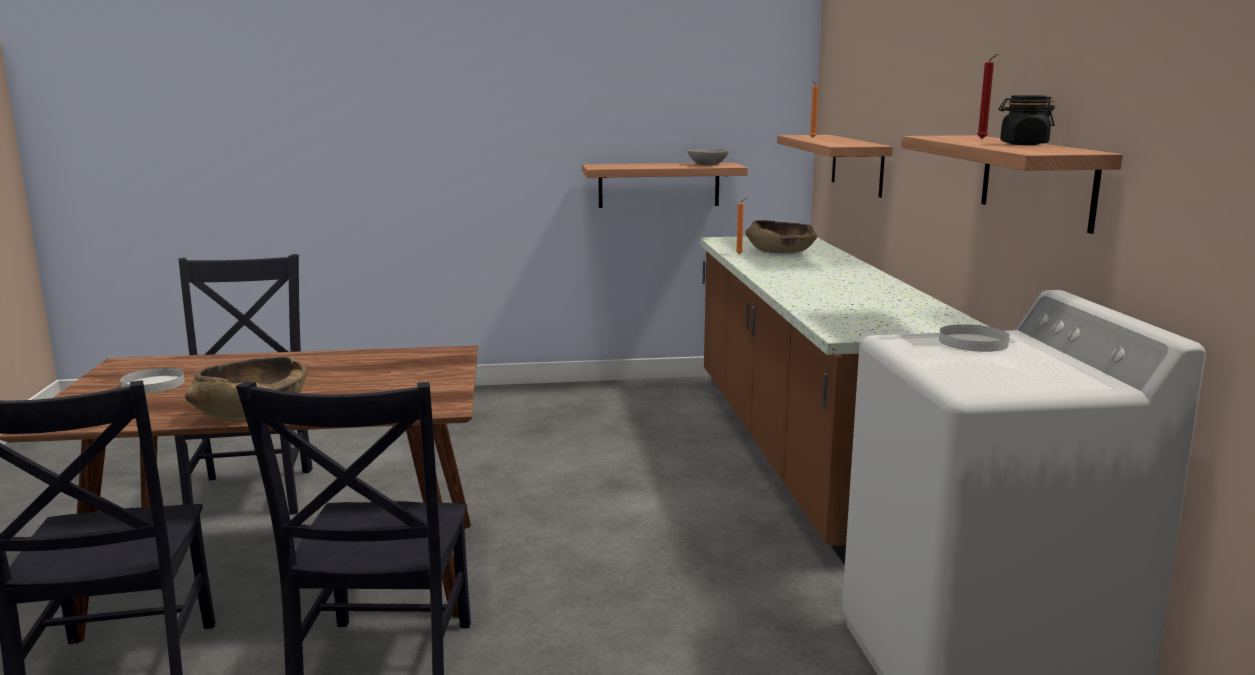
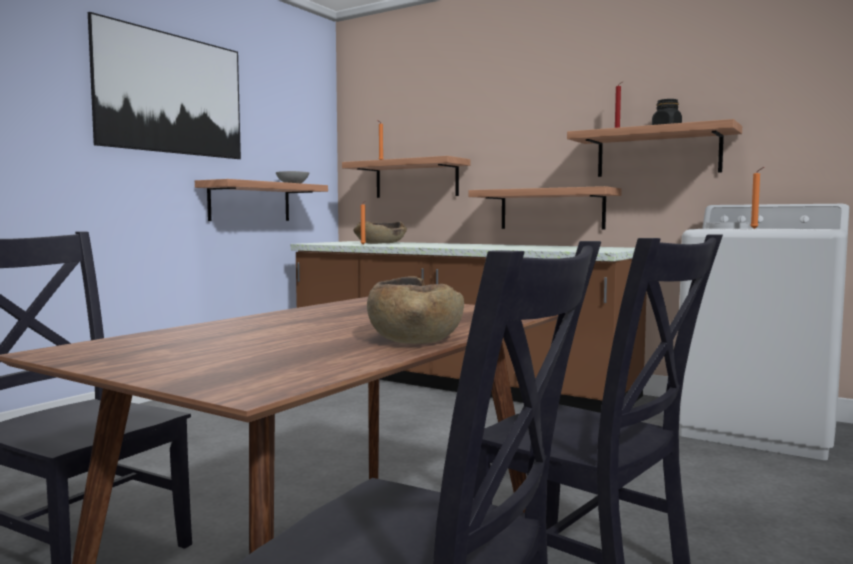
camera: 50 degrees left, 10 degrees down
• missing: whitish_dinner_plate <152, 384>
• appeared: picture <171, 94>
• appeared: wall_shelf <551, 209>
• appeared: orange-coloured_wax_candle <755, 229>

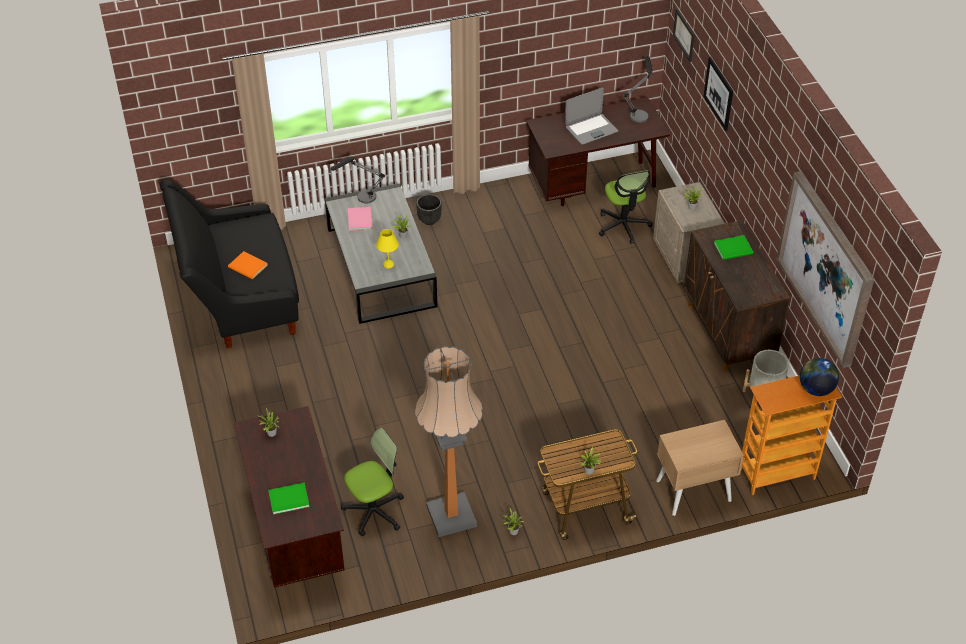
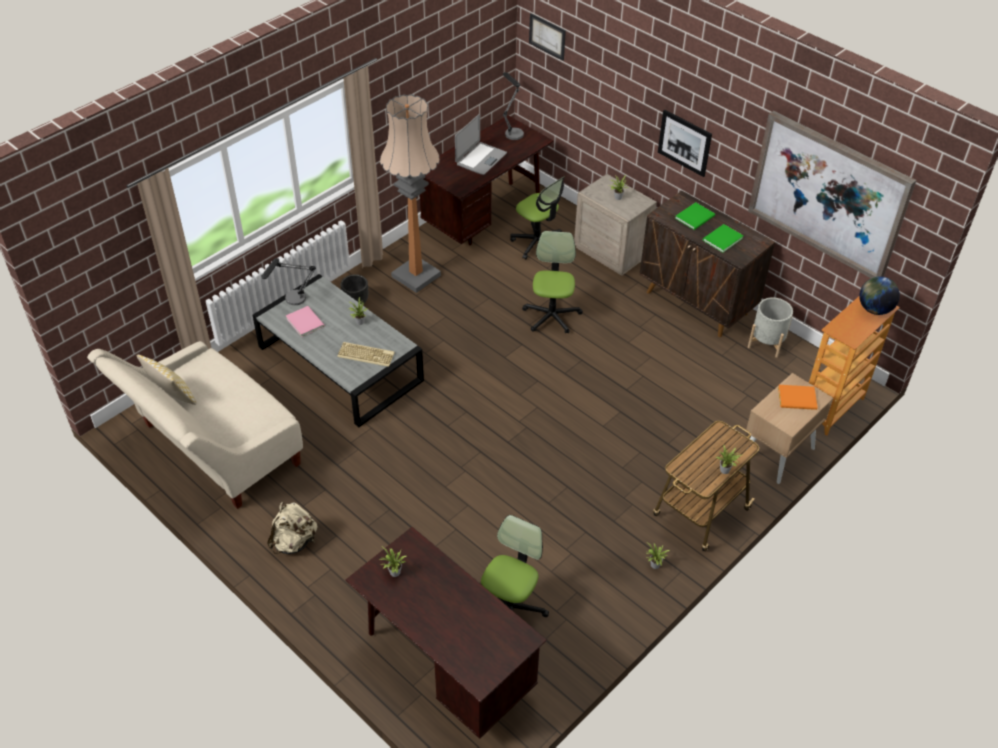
camera: 30 degrees left, 0 degrees up
• appeared: throw_pillow <172, 397>
• appeared: sand-coloured_knapsack <294, 542>
• appeared: desk_chair <551, 316>
• relocated: orange-coloured_volume <248, 267> to <798, 399>
• relocated: green-coloured_volume <287, 498> to <721, 239>
• relocated: standing_lamp <451, 516> to <416, 276>
• relocated: picture <718, 93> to <684, 142>
• exchanged: yellow_lamp_for_a_table <389, 264> to computer_keyboard <366, 354>
• colour: blackish_sofa <239, 297> to sand-coloured_sofa <213, 450>

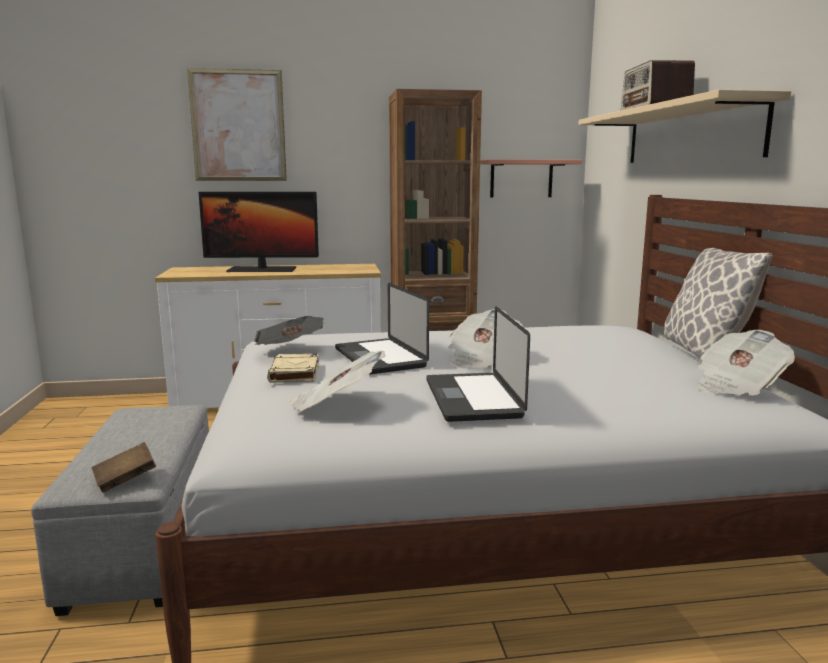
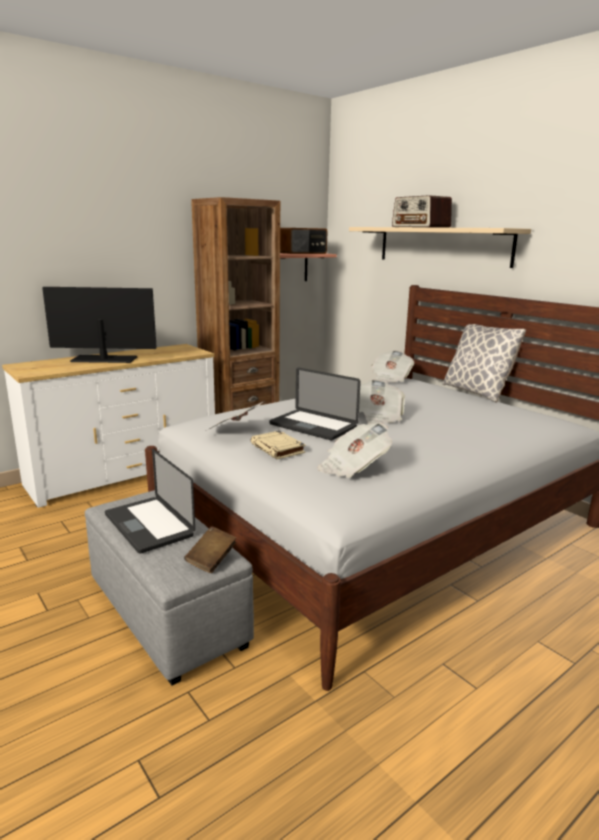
camera: 30 degrees left, 5 degrees up
• missing: picture <238, 126>
• appeared: radio_set <302, 253>
• relocated: notebook_computer <472, 398> to <149, 525>
• relocated: printed_paper <737, 386> to <390, 378>
• spun: computer_screen <262, 269> = <104, 359> 150 degrees counterclockwise

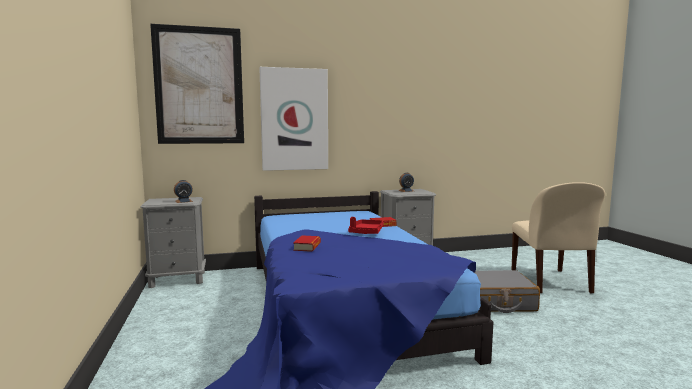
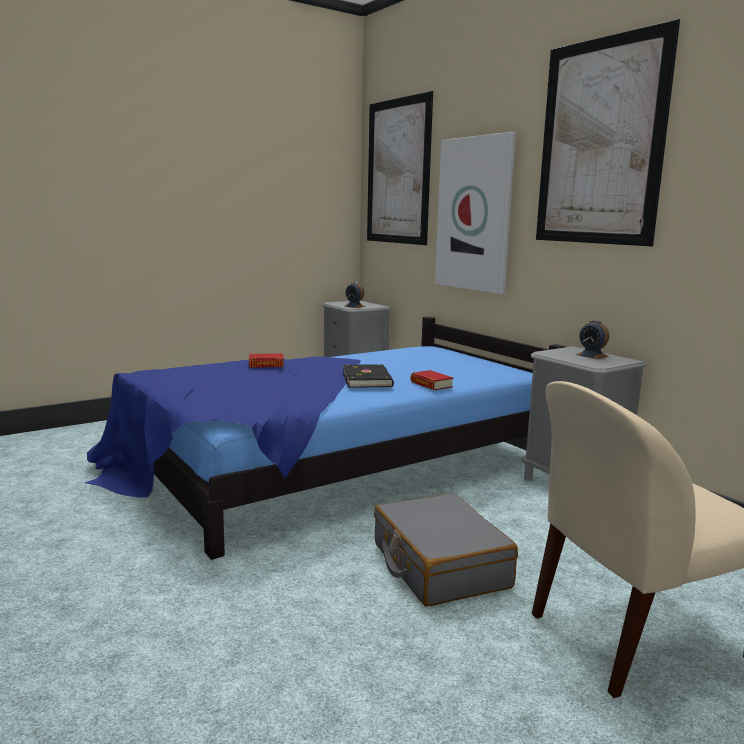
camera: 70 degrees right, 5 degrees up
• appeared: picture <600, 142>
• exchanged: red_carrying_tray <366, 232> to blackish_volume <368, 379>

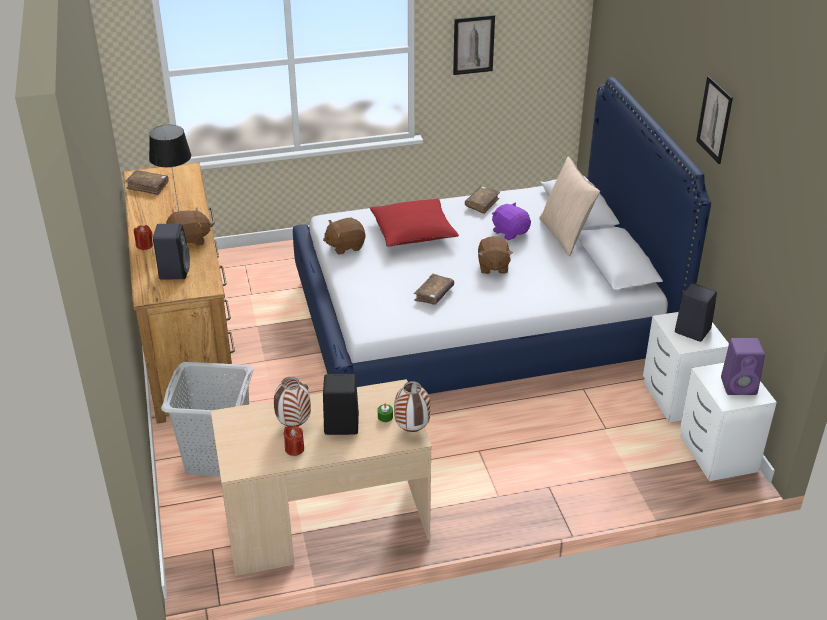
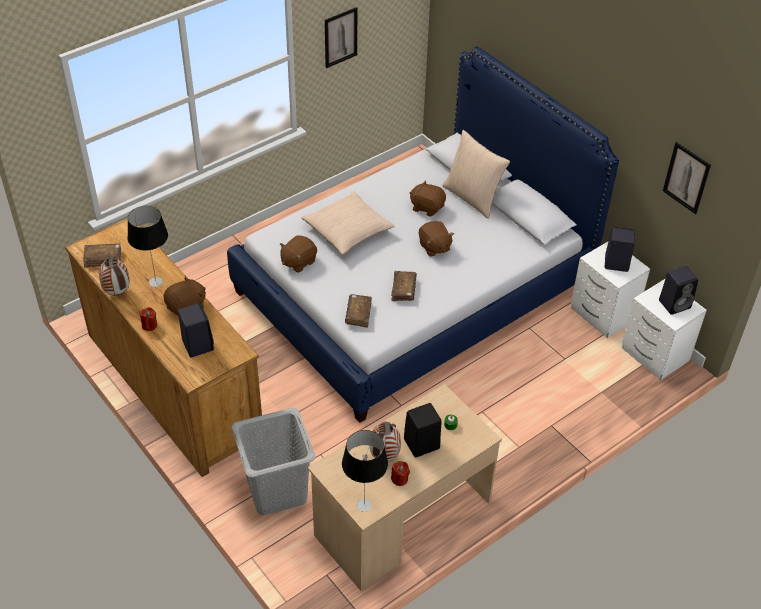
camera: 25 degrees left, 10 degrees up
• appeared: lamp_for_a_table <364, 505>
• relocated: vase <411, 429> to <117, 293>
• relocated: brown-coloured_volume <482, 203> to <358, 314>
• relocated: picture <714, 119> to <686, 178>
• colour: red_throw_pillow <413, 232> to sand-coloured_throw_pillow <348, 230>
• colour: purple_plush_toy <510, 232> to brown-coloured_plush_toy <427, 207>
• colour: purple_audio_speaker <739, 386> to blackish_audio_speaker <675, 304>

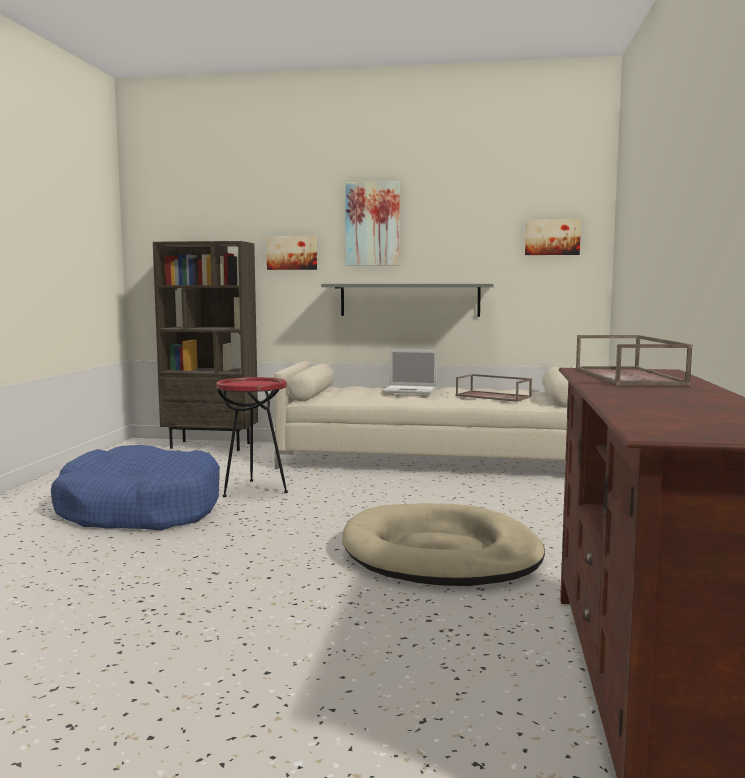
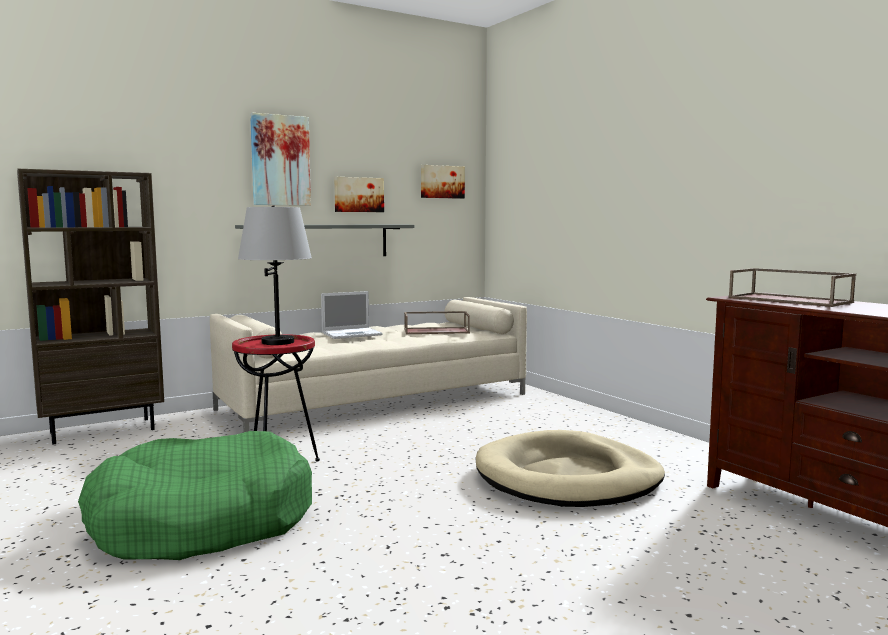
camera: 40 degrees left, 0 degrees up
• appeared: gray_lamp_for_a_table <277, 342>
• relocated: picture <292, 253> to <358, 194>
• colour: bluish_pet_bed <139, 510> to green-coloured_pet_bed <202, 521>

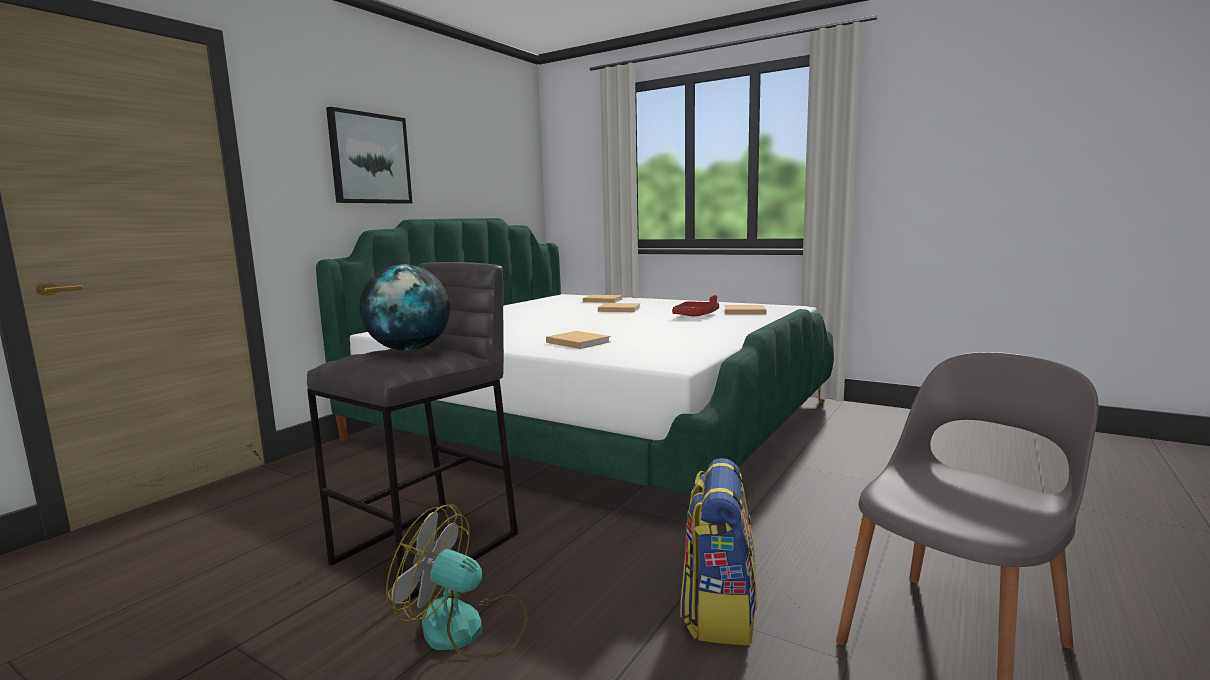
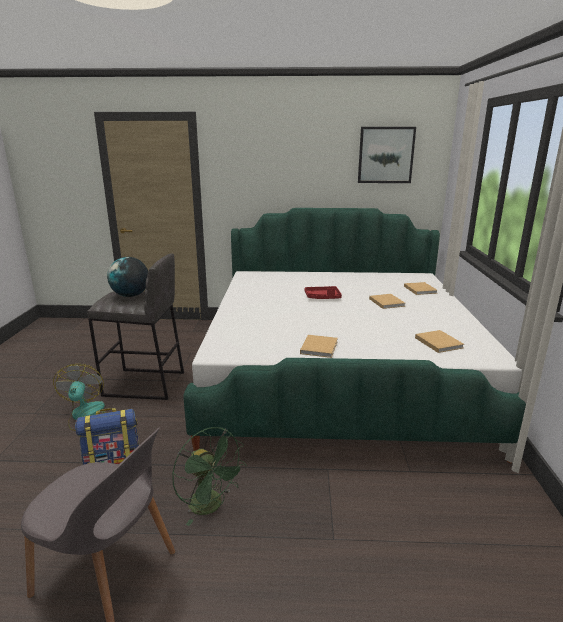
camera: 60 degrees right, 10 degrees up
• appeared: green-coloured_electric_fan <211, 506>
• relocated: picture <370, 158> to <385, 155>
• relocated: sand-coloured_volume <576, 342> to <319, 347>
• relocated: red_carrying_tray <696, 315> to <322, 297>

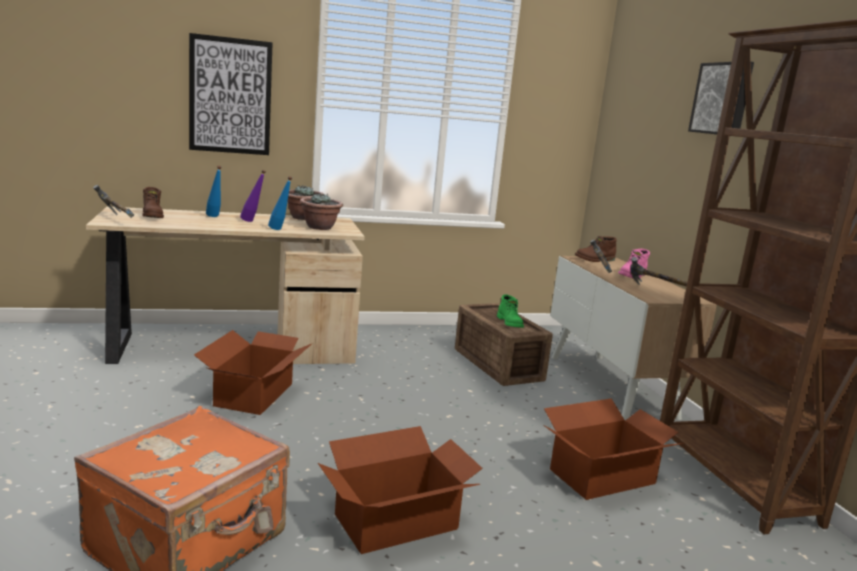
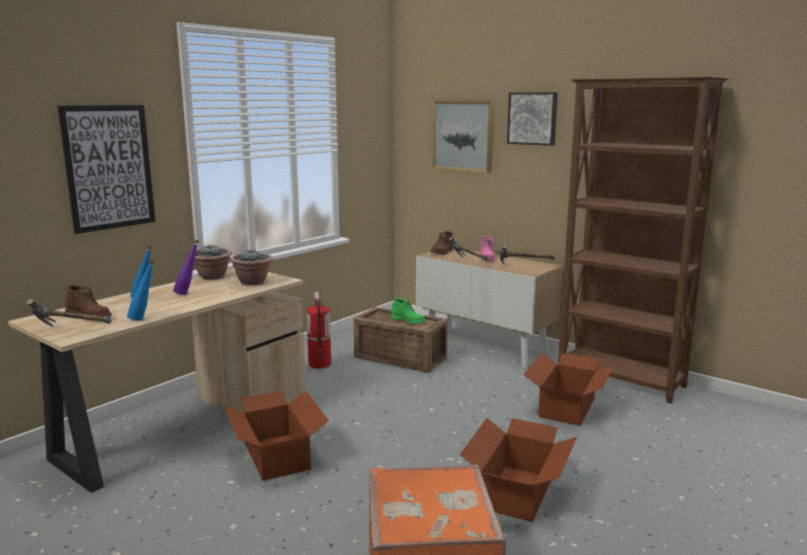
camera: 35 degrees left, 0 degrees up
• appeared: extinguisher <319, 364>
• appeared: picture <463, 136>
• relocated: bluish_bottle <279, 230> to <144, 319>

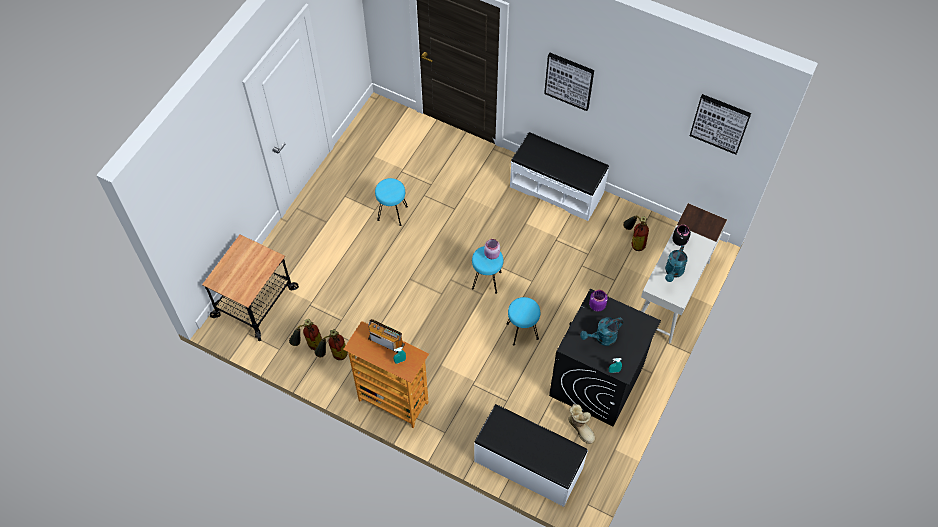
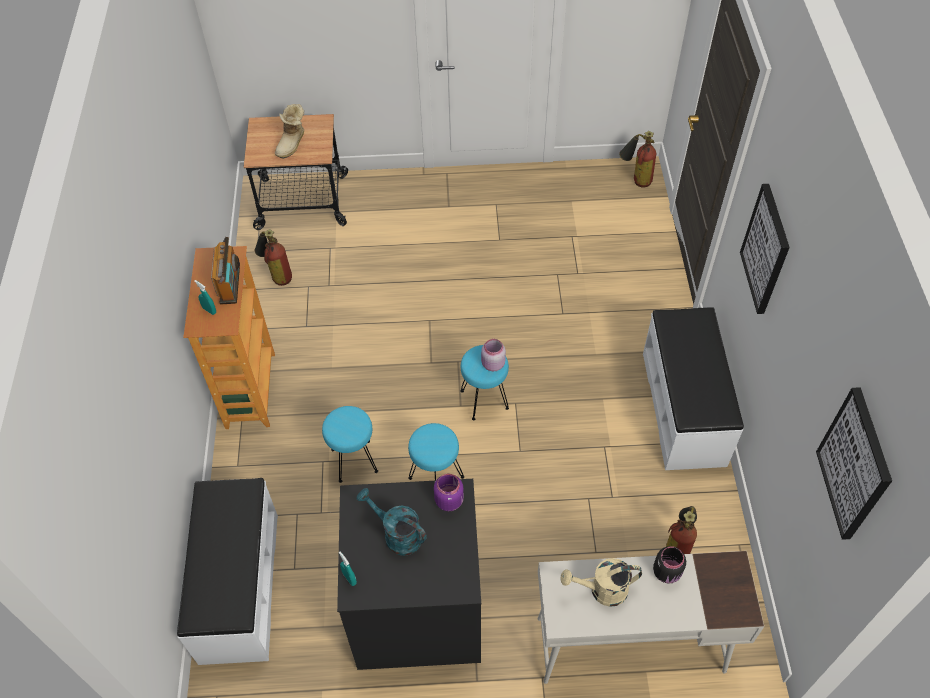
camera: 60 degrees right, 5 degrees down
• relocated: extinguisher <334, 356> to <635, 178>
• relocated: turquoise-coloured_stool_seat <392, 213> to <353, 461>
• relocated: high-top_boot <581, 428> to <292, 144>
• colour: turquoise-coloured_watering_pot <673, 272> to sand-coloured_watering_pot <602, 590>

